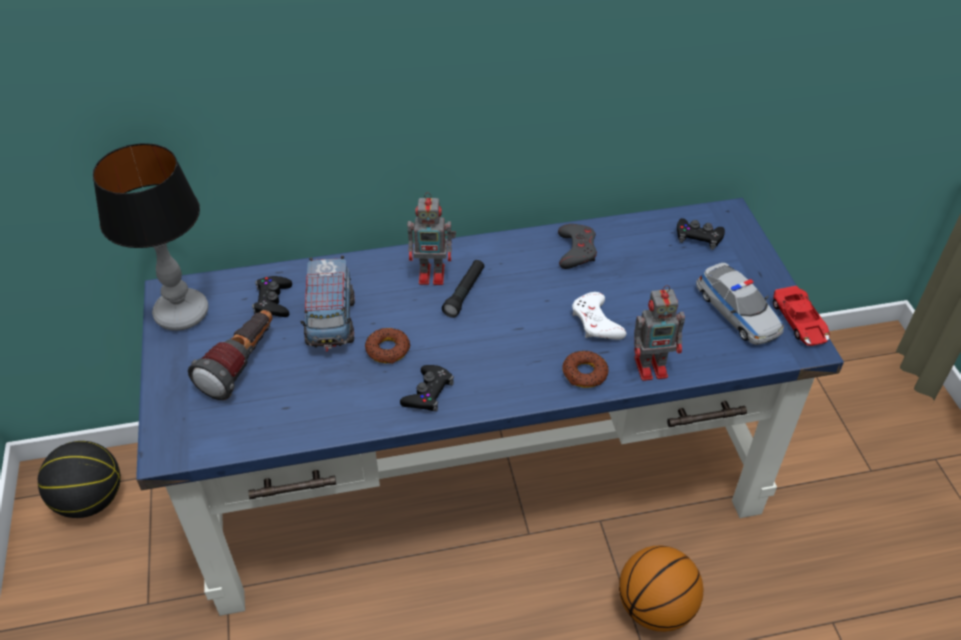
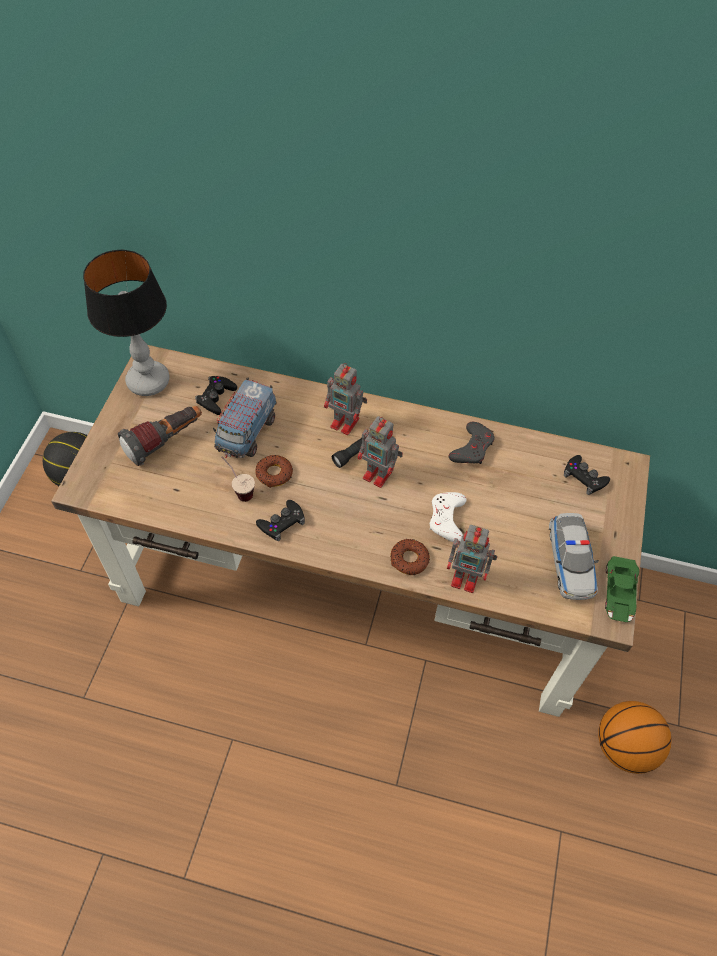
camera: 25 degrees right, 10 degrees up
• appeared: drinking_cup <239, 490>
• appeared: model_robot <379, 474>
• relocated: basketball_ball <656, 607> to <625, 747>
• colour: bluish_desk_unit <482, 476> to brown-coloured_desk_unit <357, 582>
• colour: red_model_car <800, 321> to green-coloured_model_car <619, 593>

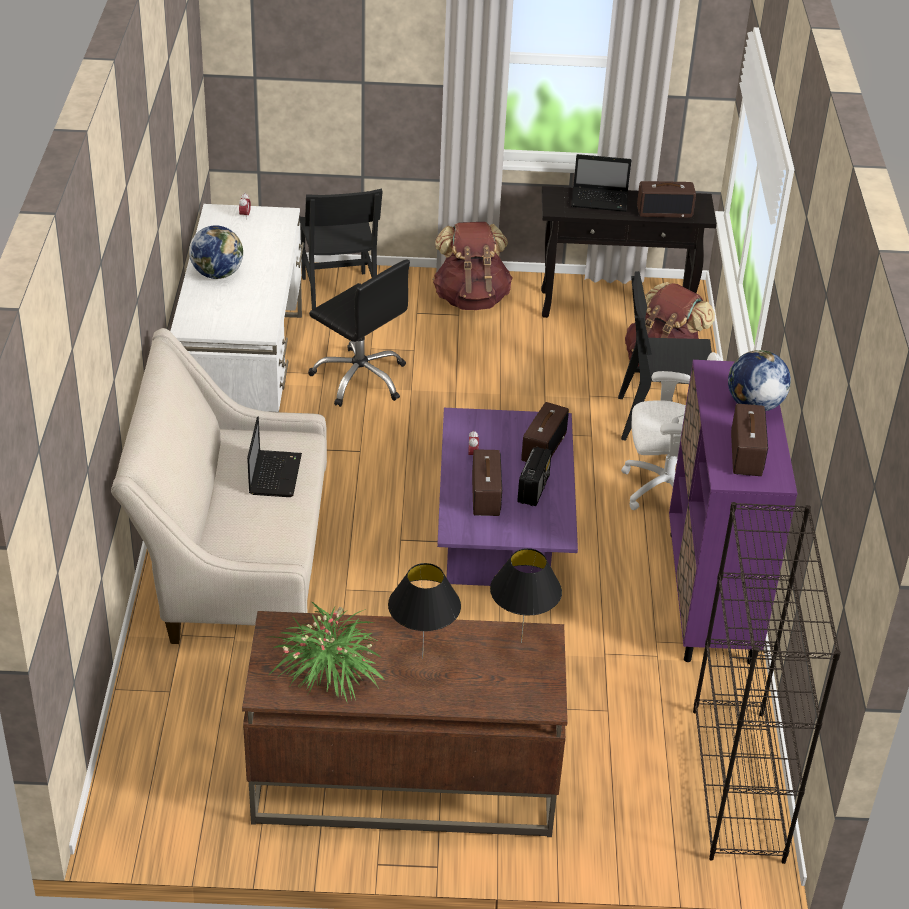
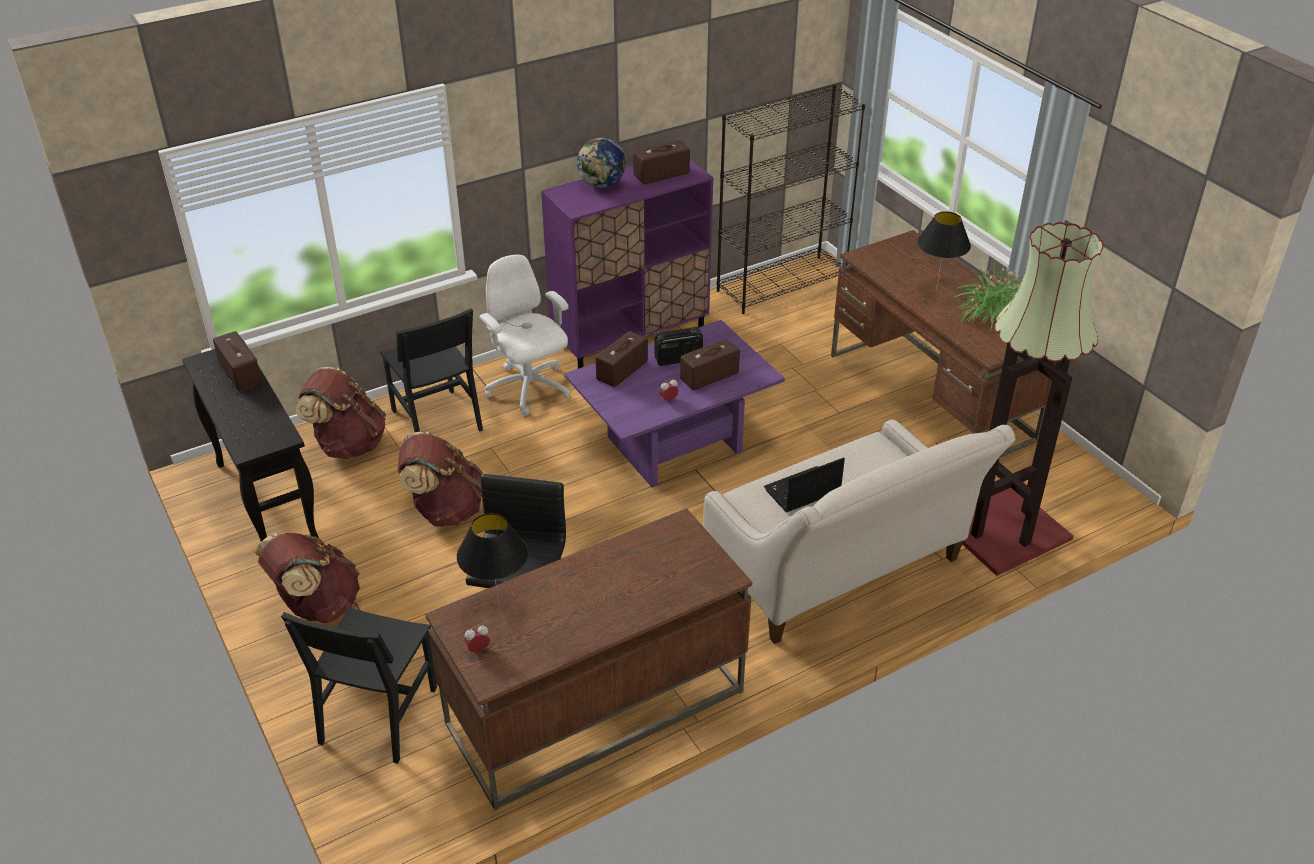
camera: 120 degrees left, 0 degrees up
• missing: desk_globe <217, 274>
• missing: notebook_computer <600, 200>
• appeared: brown-coloured_knapsack <445, 510>
• appeared: standing_lamp <1000, 529>
• relocated: blackish_lamp_for_a_table <521, 642> to <498, 605>
• colour: whitish_desk_unit <243, 378> to brown-coloured_desk_unit <594, 708>
• spun: blackish_chair <338, 294> = <378, 715> 150 degrees clockwise
• spun: radio_set <543, 446> = <622, 371> 45 degrees counterclockwise

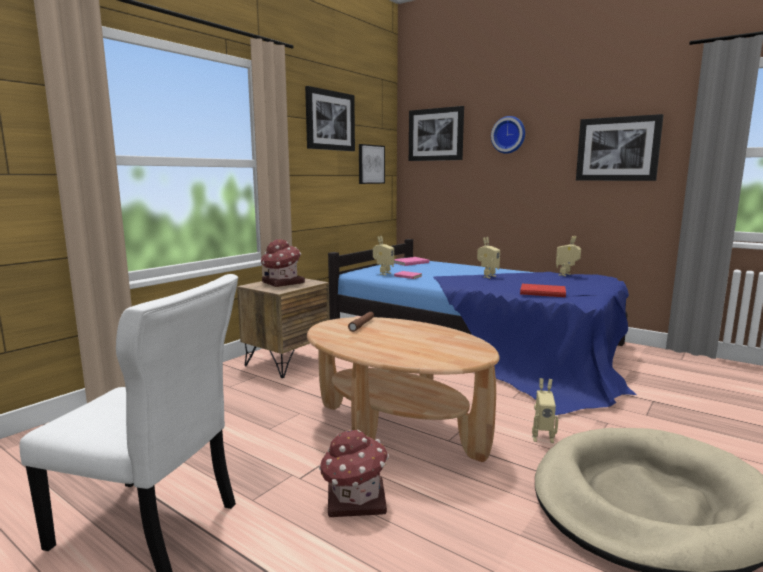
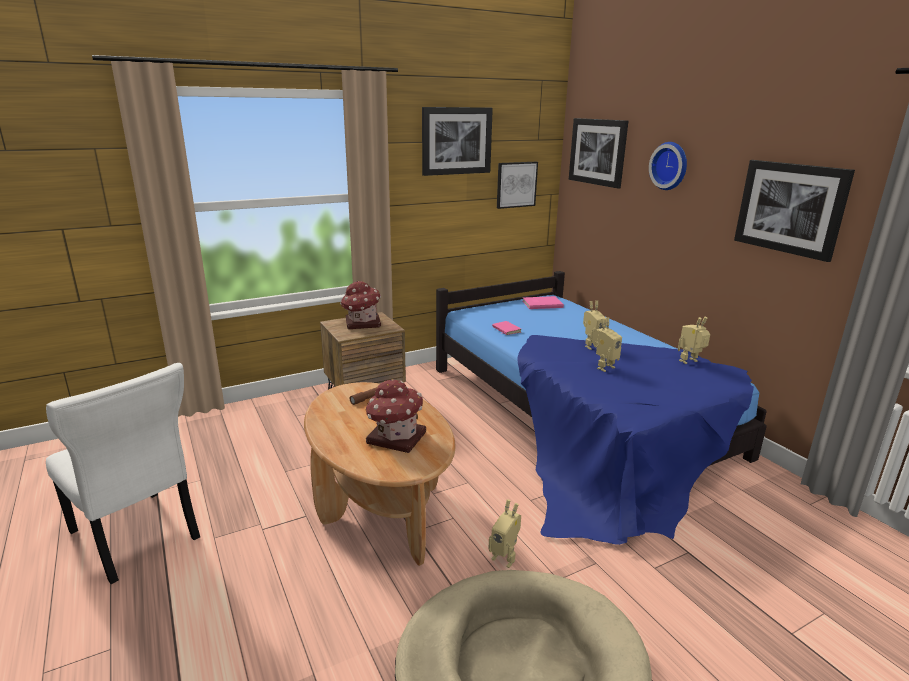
camera: 25 degrees right, 10 degrees up
• missing: red_volume <542, 292>
• relocated: miniature_house <354, 500> to <395, 438>
• relocated: model_robot <383, 273> to <603, 367>

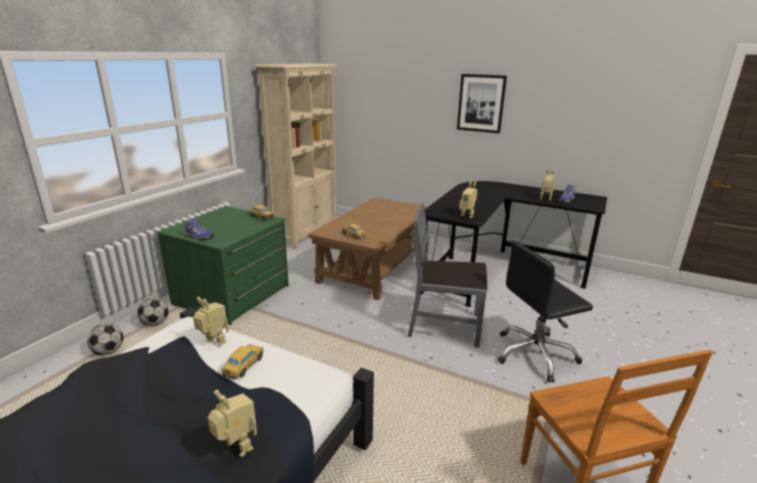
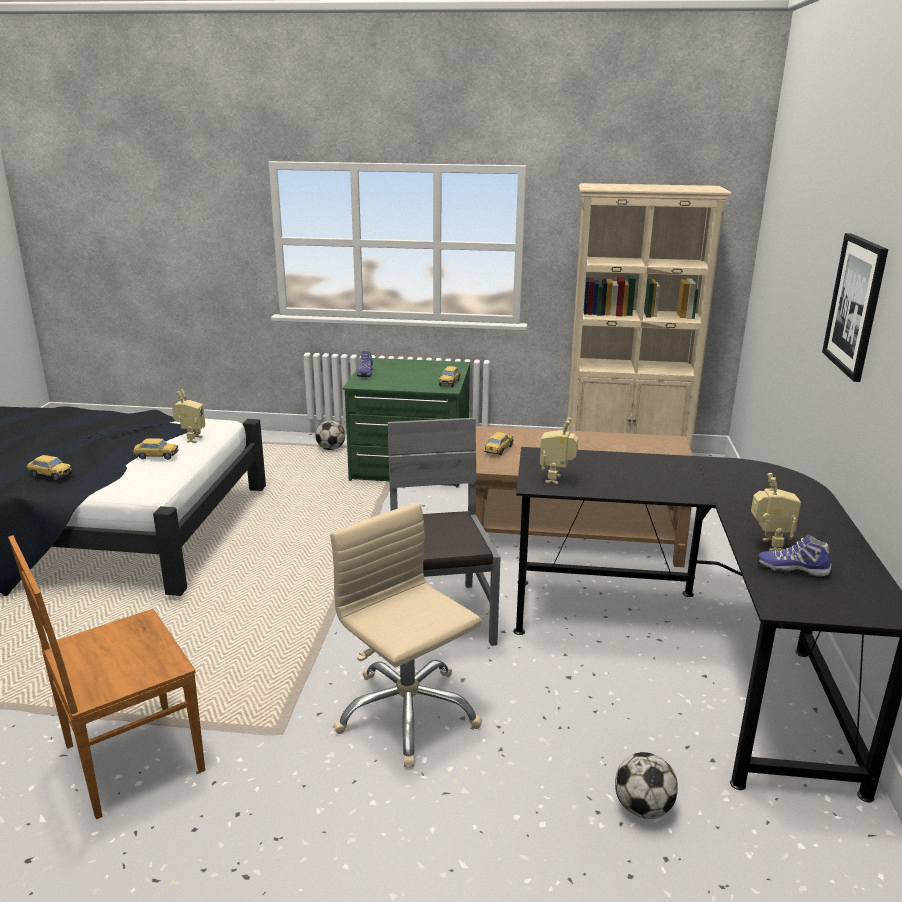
camera: 70 degrees right, 0 degrees up
• relocated: ball_for_football <108, 352> to <643, 808>
• exchanged: model_robot <236, 449> to model_car <50, 475>
• colour: blackish_desk_chair <535, 355> to sand-coloured_desk_chair <407, 713>

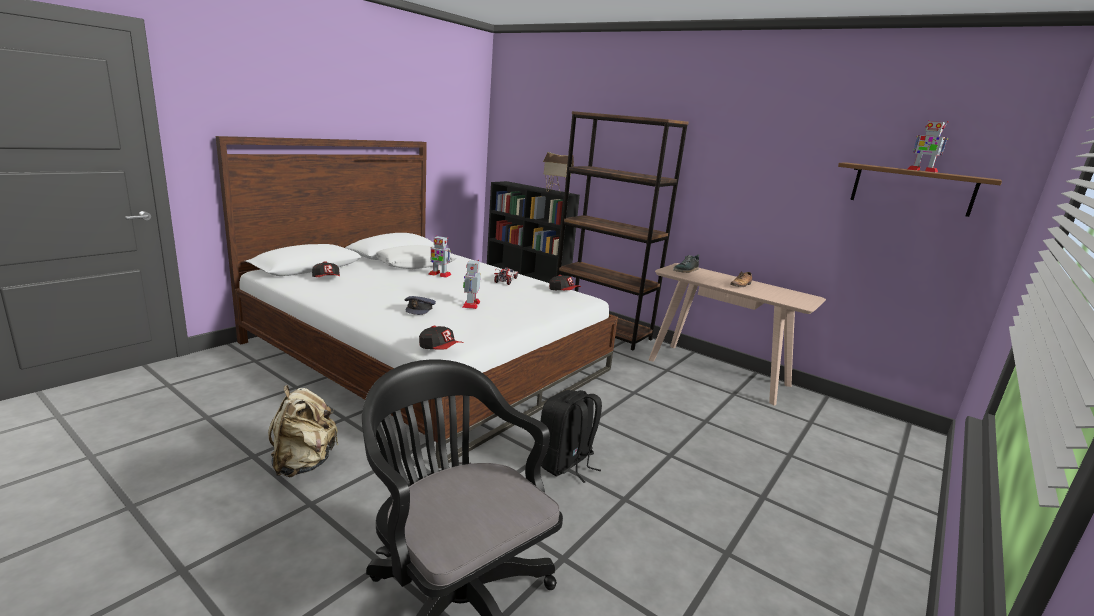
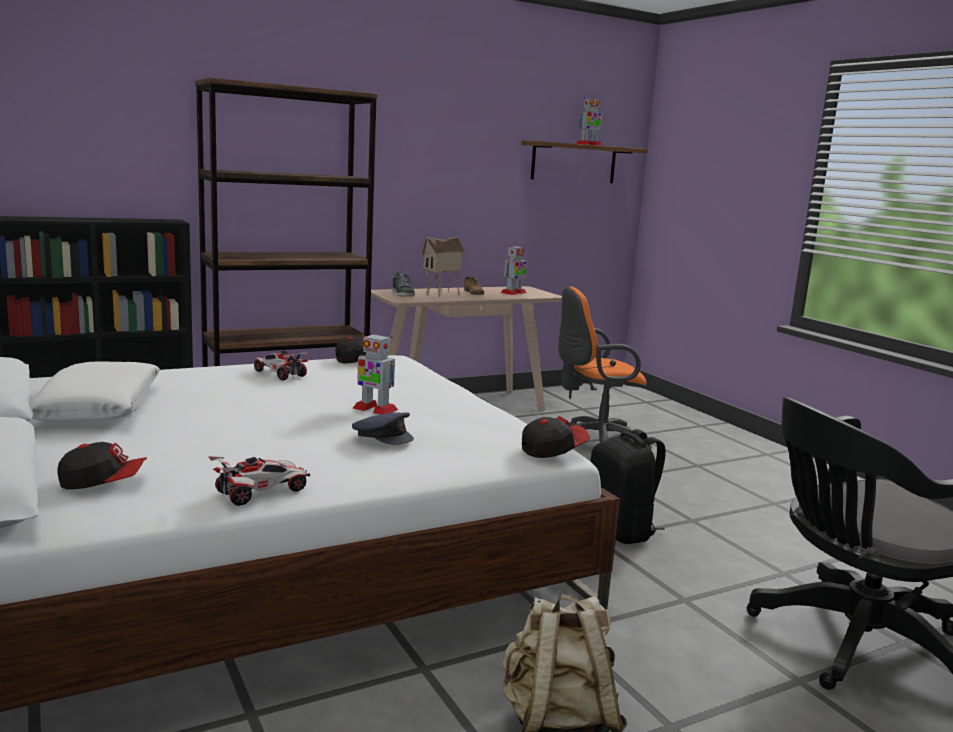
camera: 65 degrees left, 5 degrees down
• appeared: model_car <261, 492>
• appeared: orange-coloured_desk_chair <594, 442>
• relocated: model_robot <439, 274> to <513, 293>
• relocated: miniature_house <555, 192> to <442, 295>

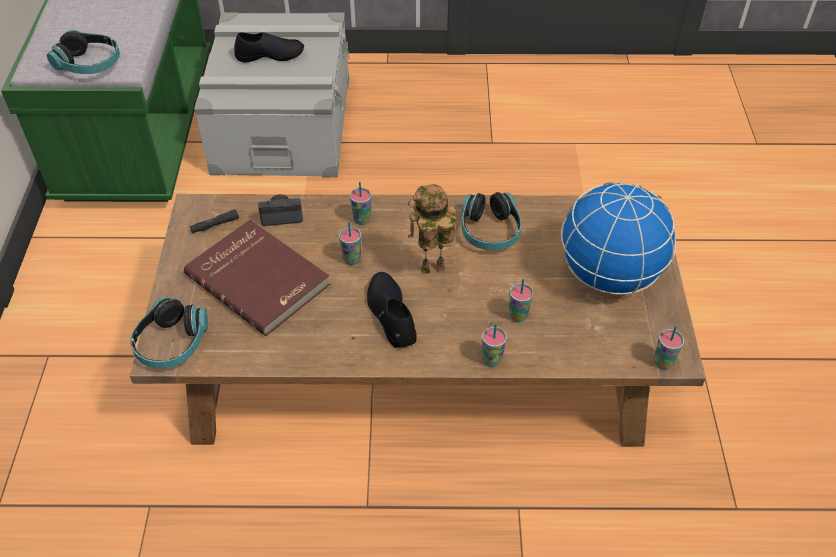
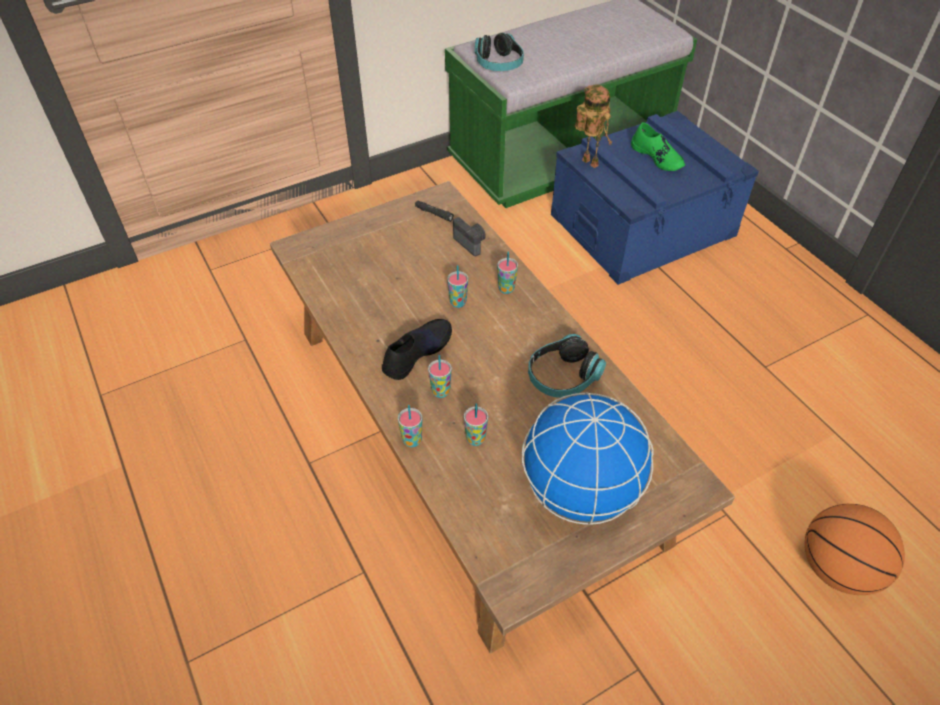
camera: 60 degrees right, 0 degrees up
• missing: pair_of_headphones <172, 343>
• missing: red_volume <259, 278>
• appeared: basketball_ball <837, 568>
• relocated: model_robot <431, 272> to <587, 163>
• relocated: drinking_cup <663, 362> to <440, 391>
• colour: gray_storage_container <282, 124> to bluish_storage_container <642, 224>
• colour: blackish_shoe <270, 54> to green-coloured_shoe <657, 157>

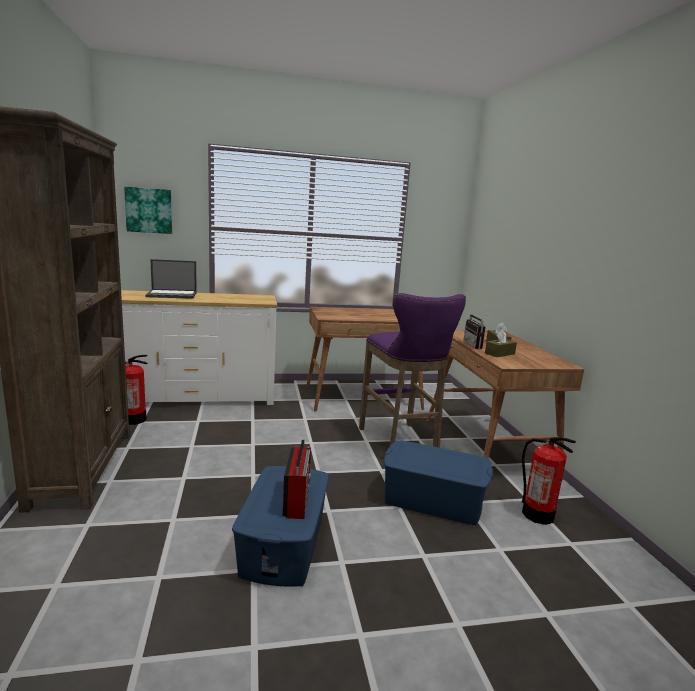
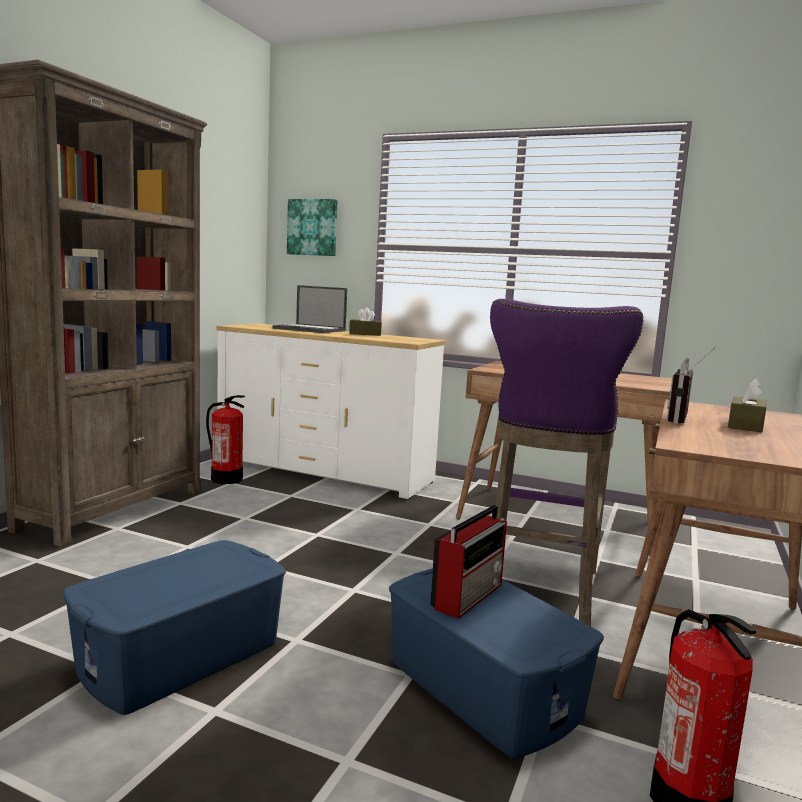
camera: 35 degrees right, 5 degrees down
• relocated: radio_set <297, 500> to <469, 595>
• relocated: brown-coloured_tissue_box <499, 353> to <365, 334>

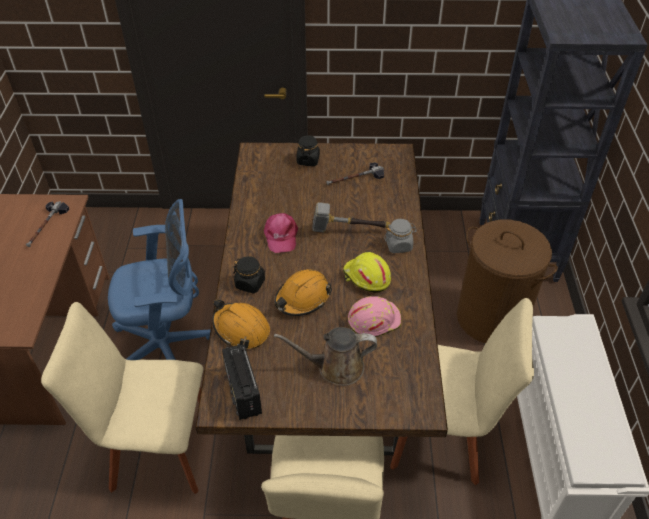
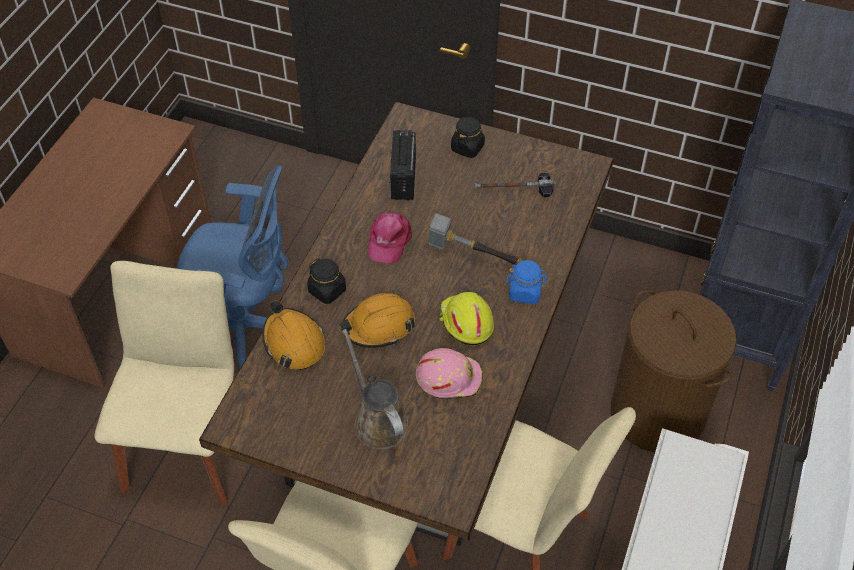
camera: 20 degrees right, 5 degrees up
• missing: hammer <46, 226>
• relocated: radio_set <243, 393> to <403, 179>
• colour: gray_preserve_jar <399, 245> to bluish_preserve_jar <525, 292>
• spun: sand-coloured_chair <156, 448> = <189, 446> 75 degrees clockwise
• spun: brown-coloured_watering_pot <335, 367> = <378, 420> 45 degrees clockwise

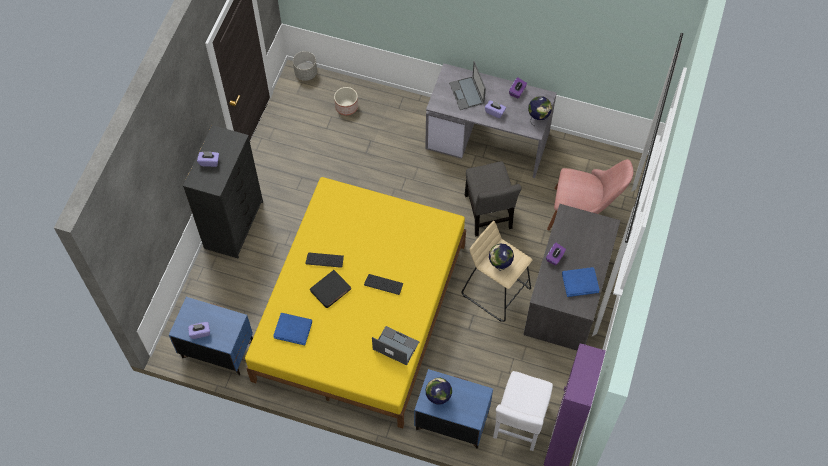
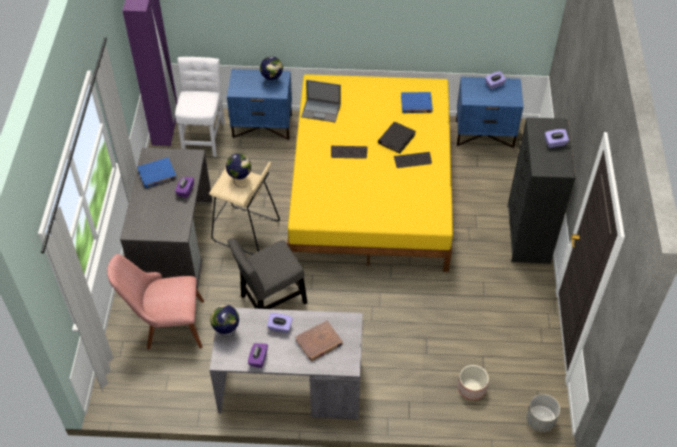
camera: 165 degrees right, 10 degrees down
• exchanged: notebook_computer <467, 93> to brown-coloured_volume <319, 342>
• spun: gray_chair <488, 214> = <270, 301> 90 degrees counterclockwise

